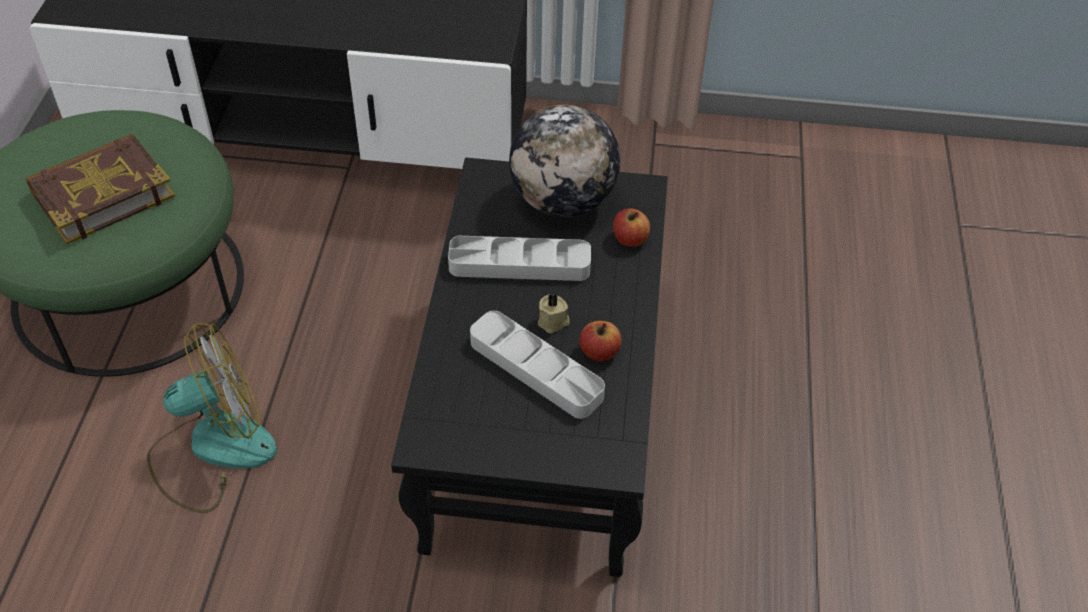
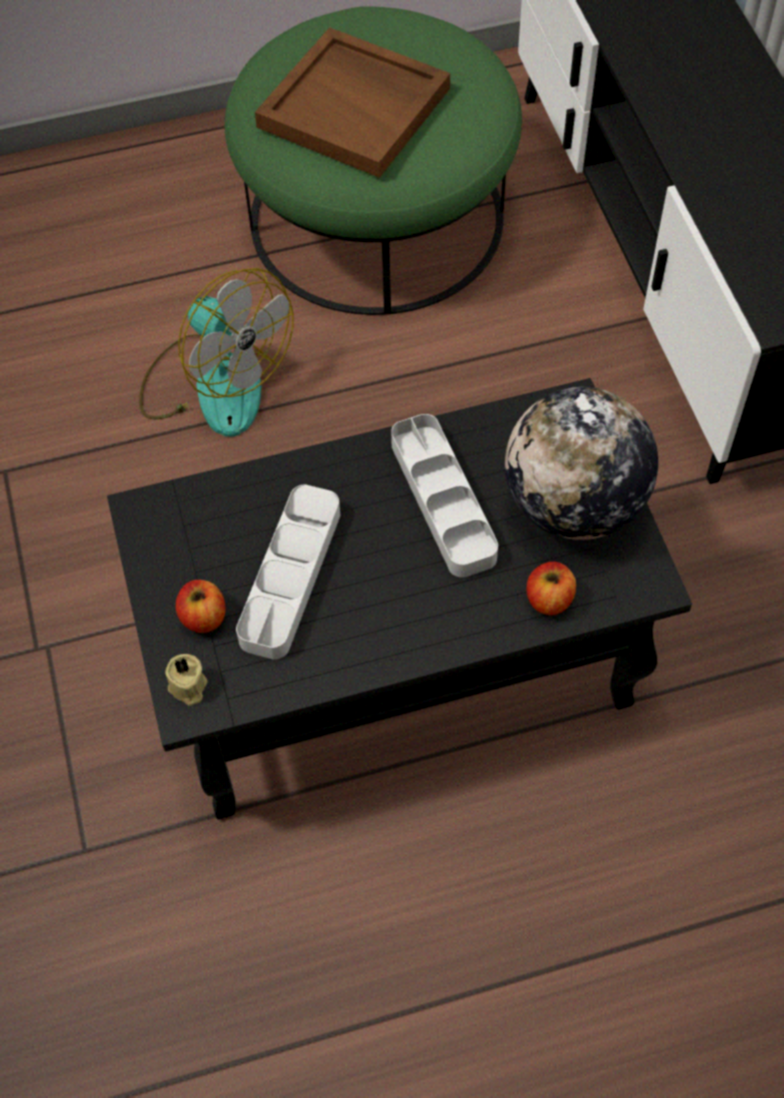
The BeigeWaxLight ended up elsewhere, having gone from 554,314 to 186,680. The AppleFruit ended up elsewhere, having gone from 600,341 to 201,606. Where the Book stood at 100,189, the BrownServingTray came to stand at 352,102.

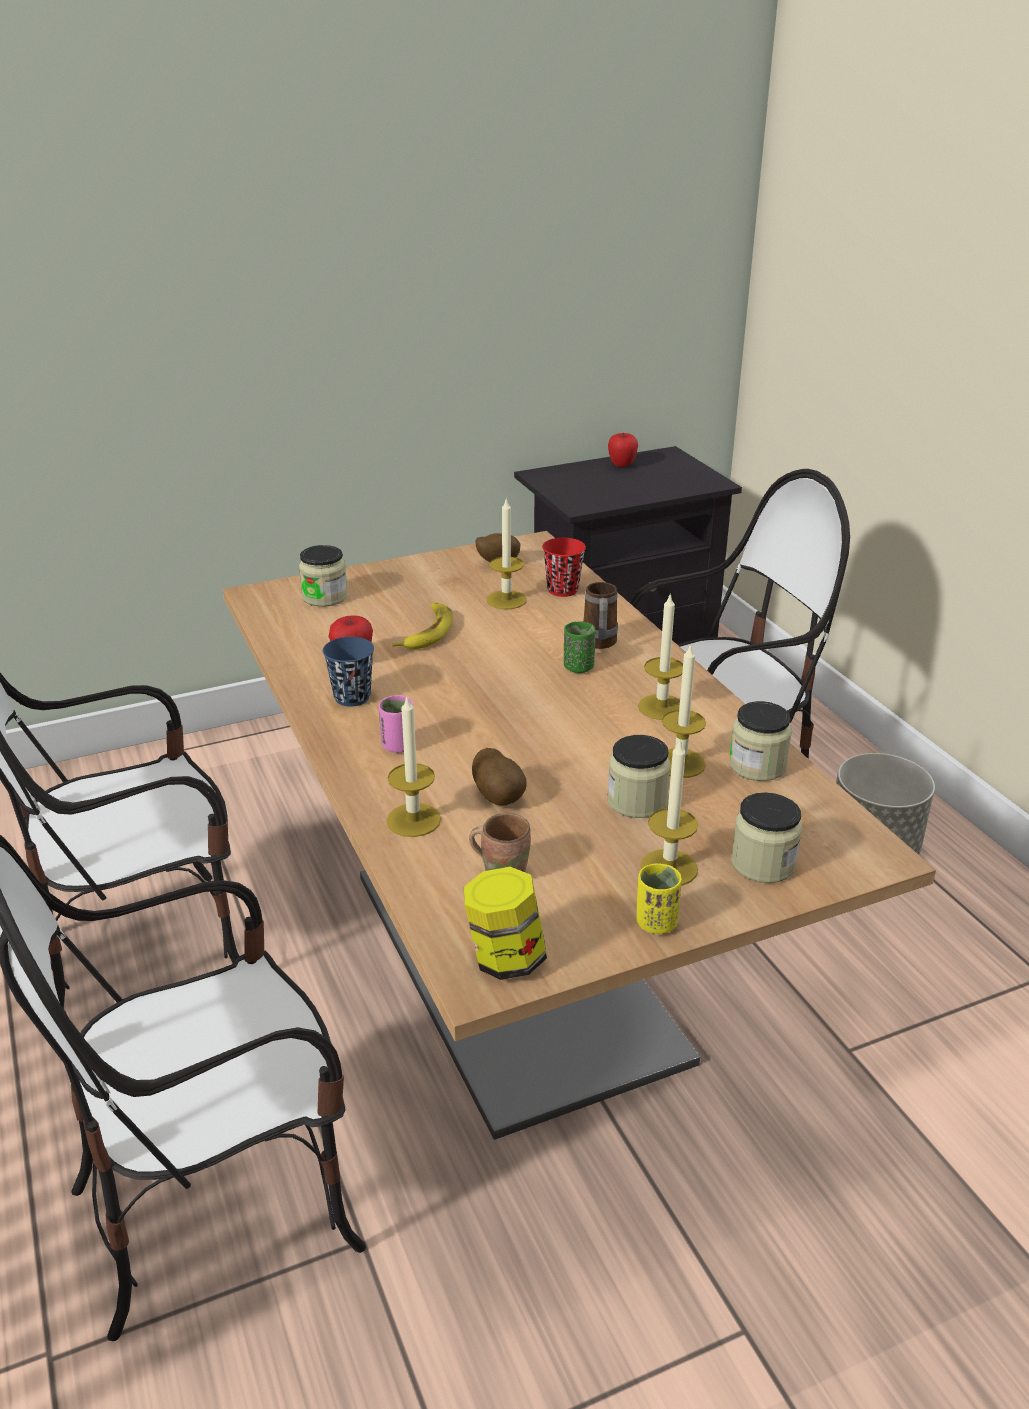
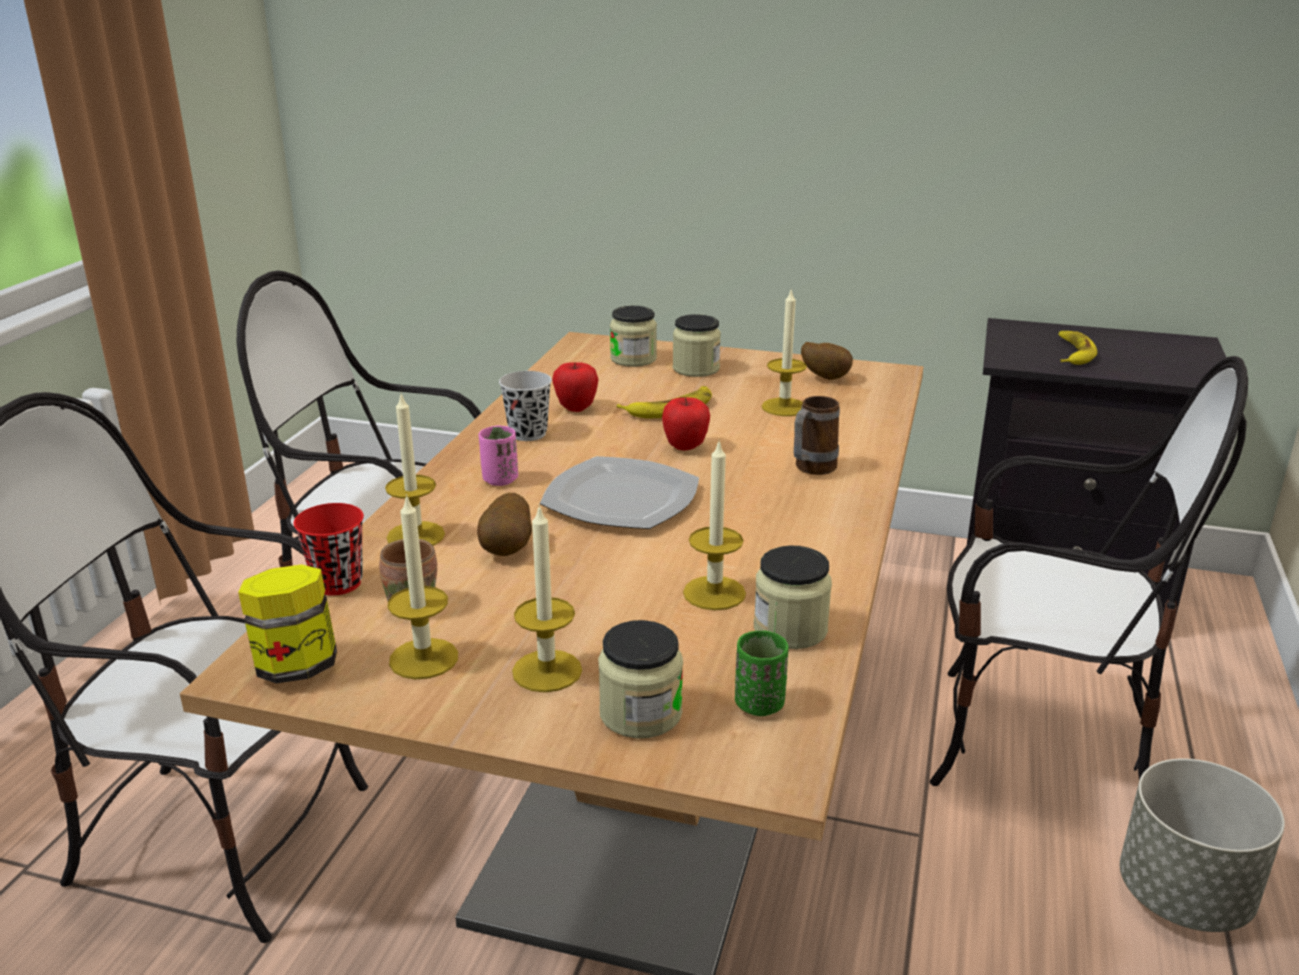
The second view lost the YellowCup at 659,898. The second view gained the FlatDish at 619,492. The second view gained the BananaFruit at 1077,348. The RedCup ended up elsewhere, having gone from 564,567 to 329,549. The GreenCup ended up elsewhere, having gone from 580,647 to 762,673. The Jar ended up elsewhere, having gone from 638,776 to 697,345. The AppleFruit ended up elsewhere, having gone from 623,450 to 686,423. The WaxLight ended up elsewhere, having gone from 660,656 to 423,586. What was the BluishCup at 348,672 turned into the BlackCup at 525,406.

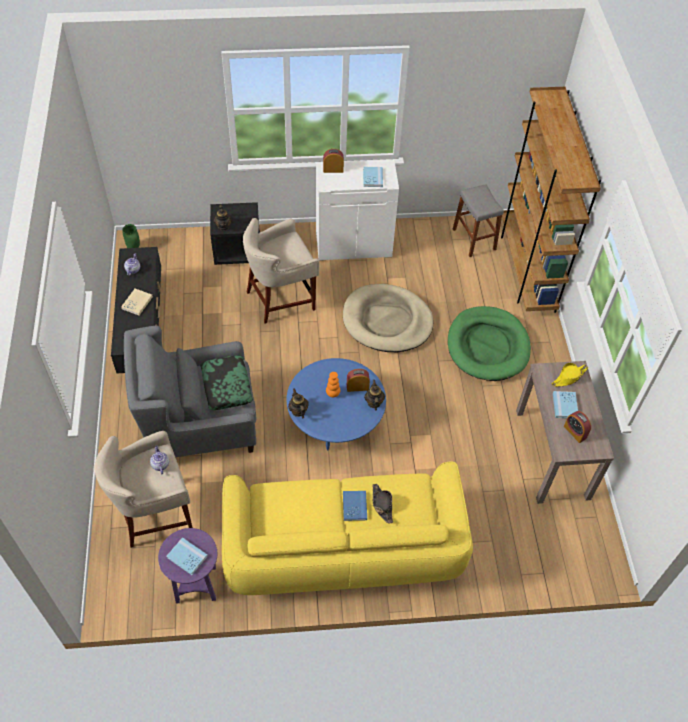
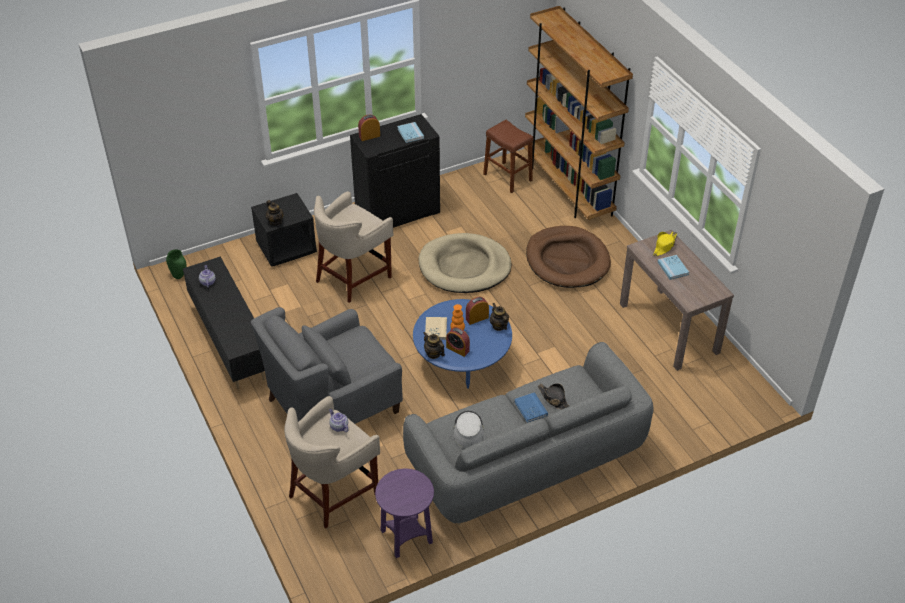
The second view lost the BluishBook at 187,556. The second view lost the ThrowPillow at 226,382. The second view gained the GreyishHat at 468,429. The BeigeBook ended up elsewhere, having gone from 137,302 to 436,328. The AlarmClock ended up elsewhere, having gone from 577,427 to 458,342. What was the YellowSettee at 347,528 turned into the GreyishSettee at 528,433. What was the WhitishCupboard at 357,210 turned into the BlackCupboard at 395,171. What was the GreenDogBed at 489,343 turned into the BrownDogBed at 568,257. What was the GreyishSittingStool at 478,220 turned into the BrownSittingStool at 508,156.

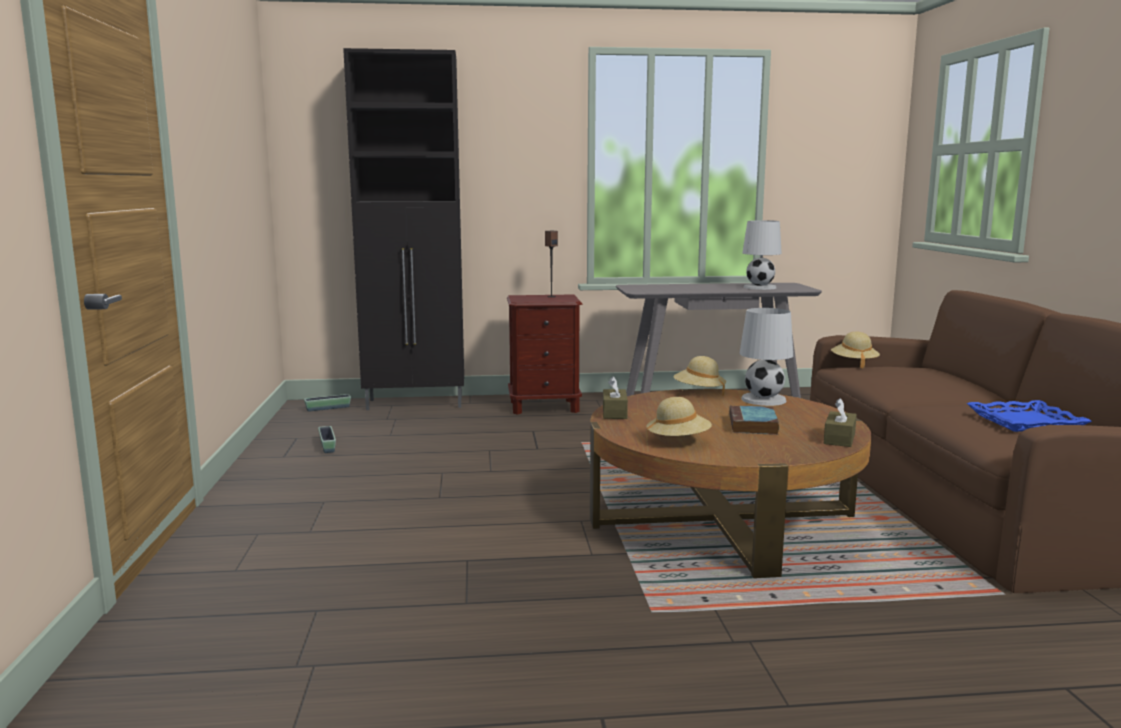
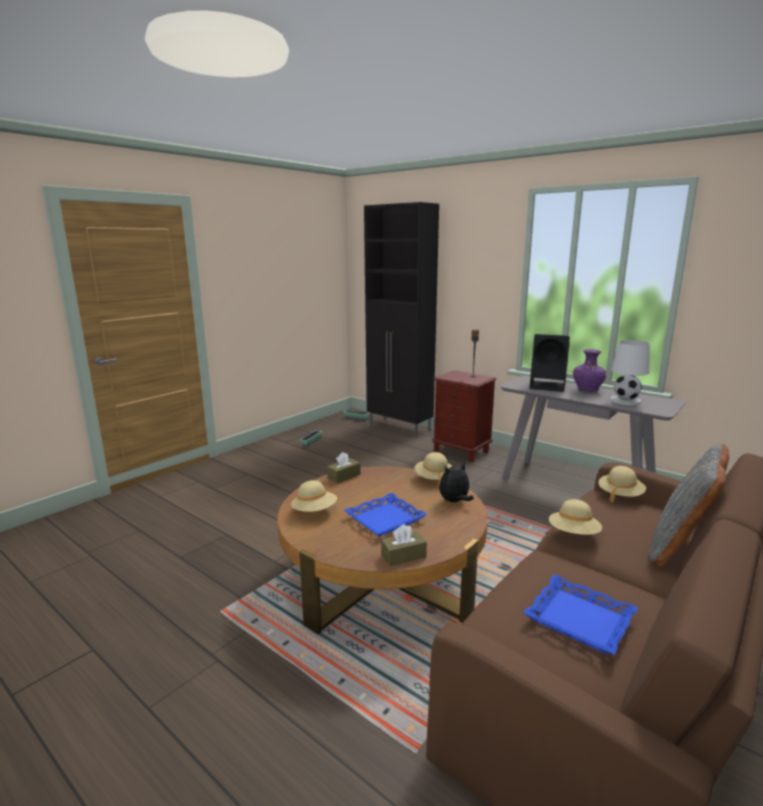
The second view gained the BlackSpeaker at 550,363. The second view gained the BeigeHat at 575,517. The second view gained the PurplishDecorativeVase at 590,370. The second view gained the GreyishThrowPillow at 688,505. Where the Book stood at 754,420, the BluishServingTray came to stand at 385,515. Where the WhitishTableLamp stood at 766,357, the CuddlyToy came to stand at 456,482.

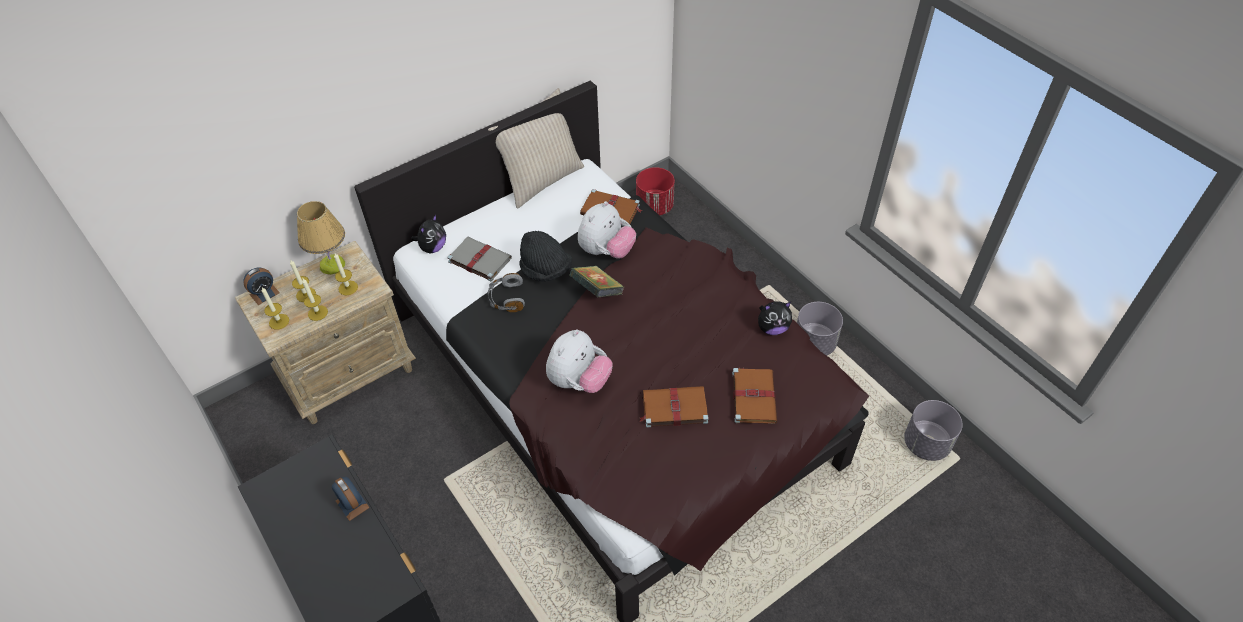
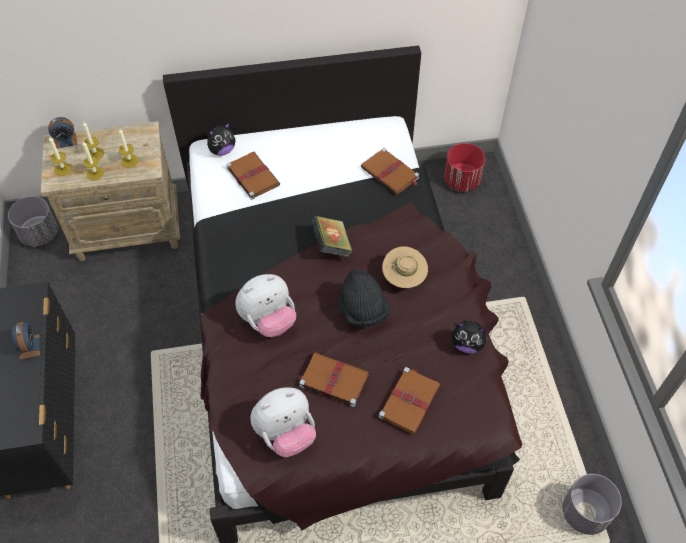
The second view lost the TableLamp at 321,238. The second view lost the BeigeThrowPillow at 536,148. The second view lost the GreyishHeadphones at 506,292. The second view gained the BeigeHat at 405,267. The BlackHat ended up elsewhere, having gone from 545,256 to 364,298. The CuddlyToy ended up elsewhere, having gone from 607,230 to 283,422. The GreyishPlanter ended up elsewhere, having gone from 820,329 to 33,221. What was the GreyishBook at 480,259 turned into the BrownBook at 253,176.

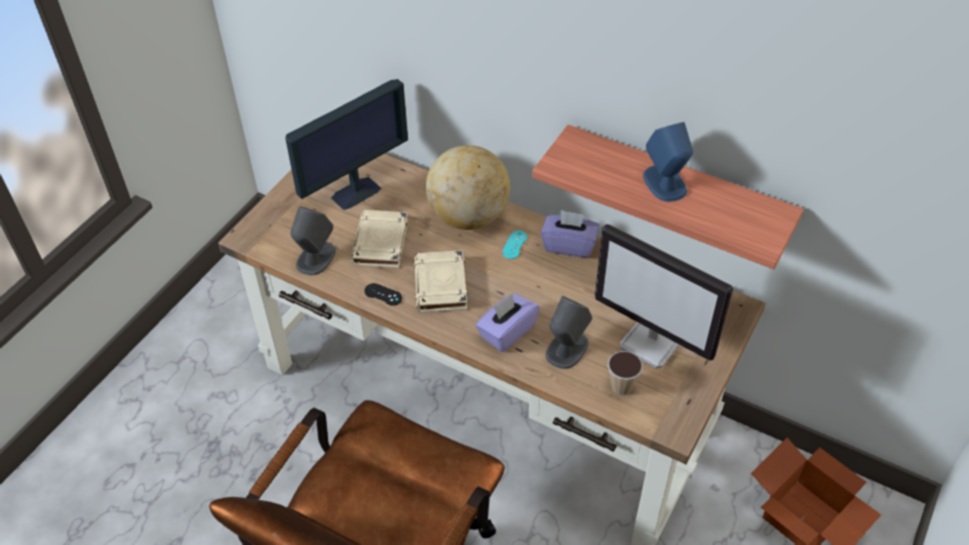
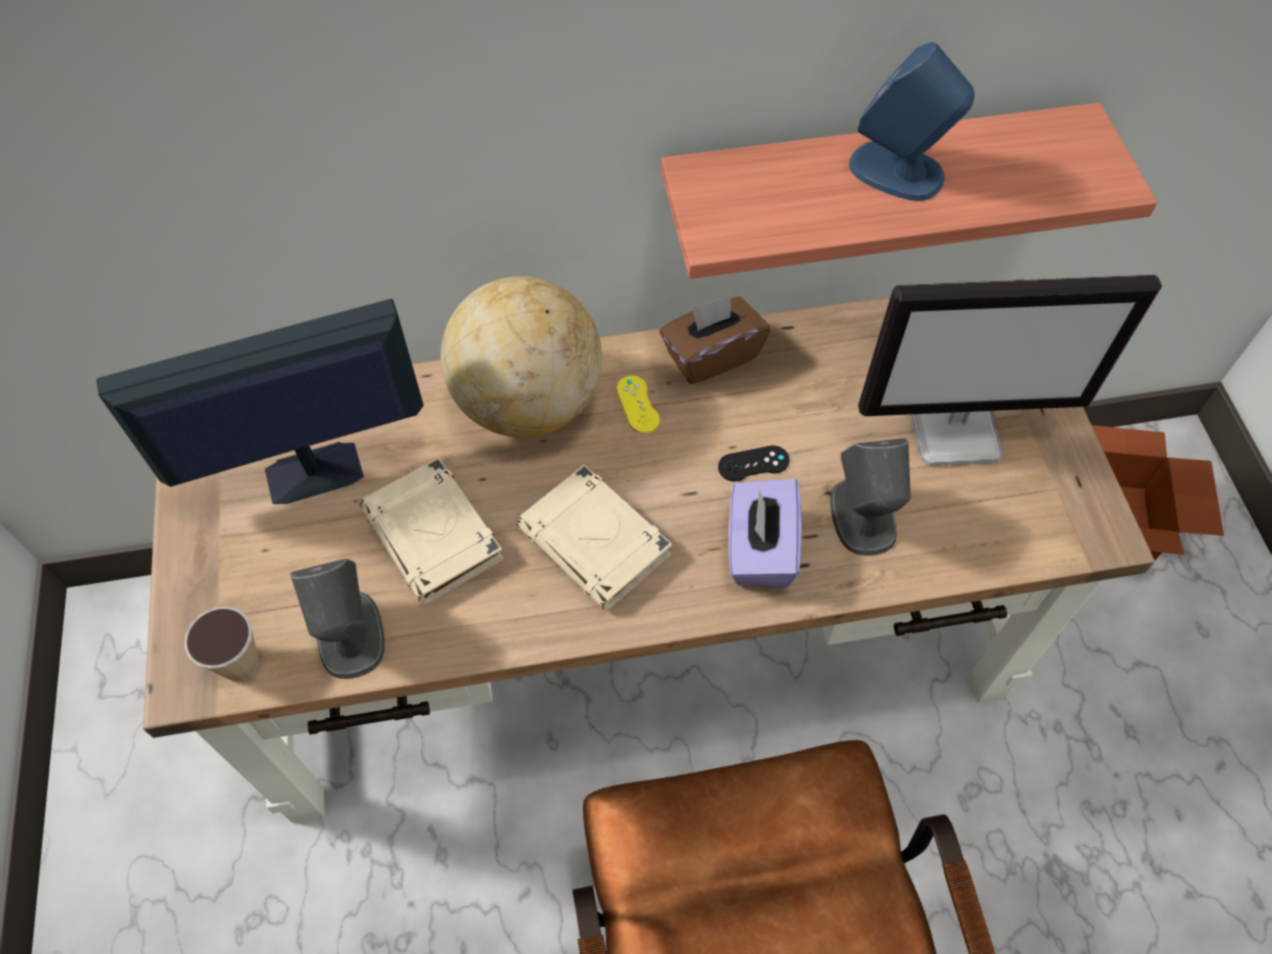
The BlackGameController ended up elsewhere, having gone from 383,294 to 754,463. The Cup ended up elsewhere, having gone from 625,373 to 222,643. What was the TurquoiseColouredGameController at 514,245 turned into the YellowGameController at 638,404. What was the PurplishTissueBox at 570,234 turned into the BrownTissueBox at 715,340. The ComputerDisplay at 346,144 ended up facing another way, 120 degrees counterclockwise from before.

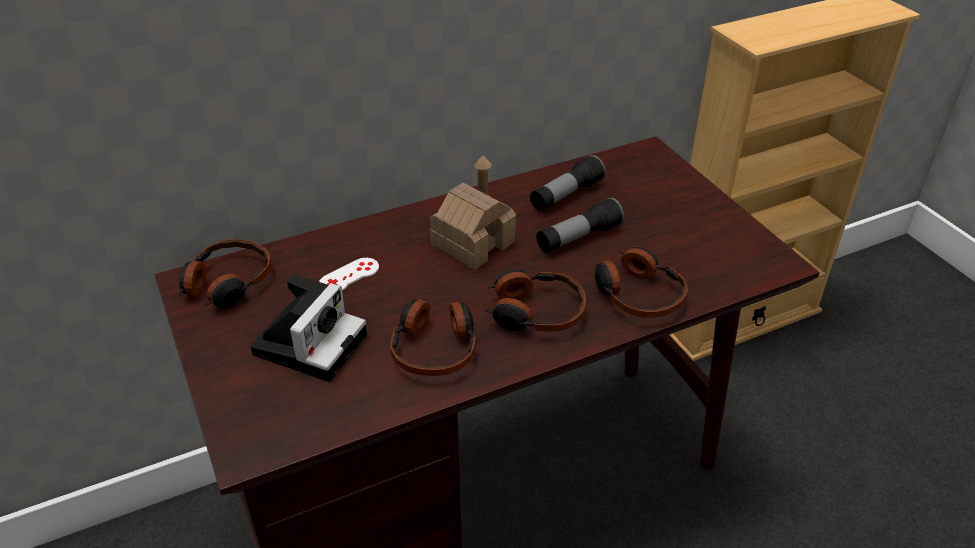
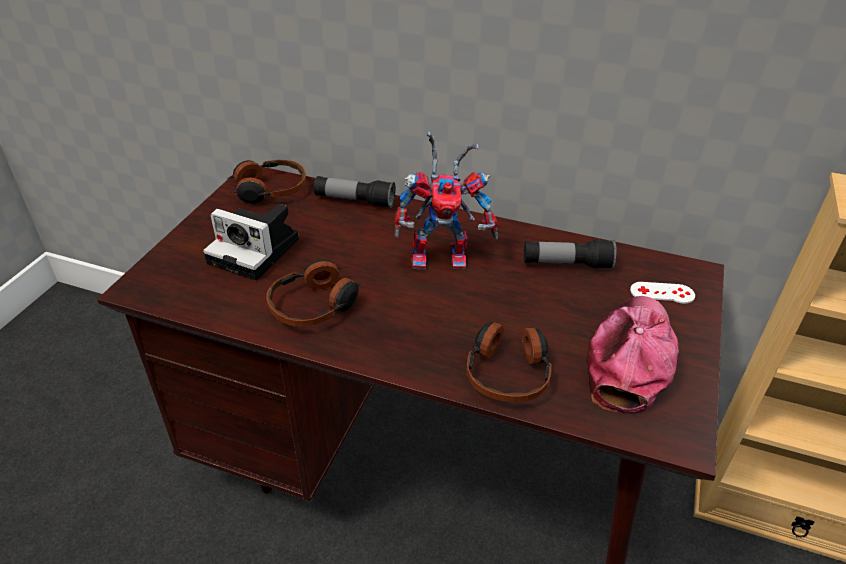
The second view lost the Headphones at 535,300. The second view gained the PeakedCap at 632,355. The WhitishGameController ended up elsewhere, having gone from 349,274 to 662,293. The Torch ended up elsewhere, having gone from 580,225 to 355,192. Where the ModelHouse stood at 473,213, the RobotFigure came to stand at 446,200. The PhotoCamera at 308,328 ended up facing another way, 45 degrees clockwise from before.

